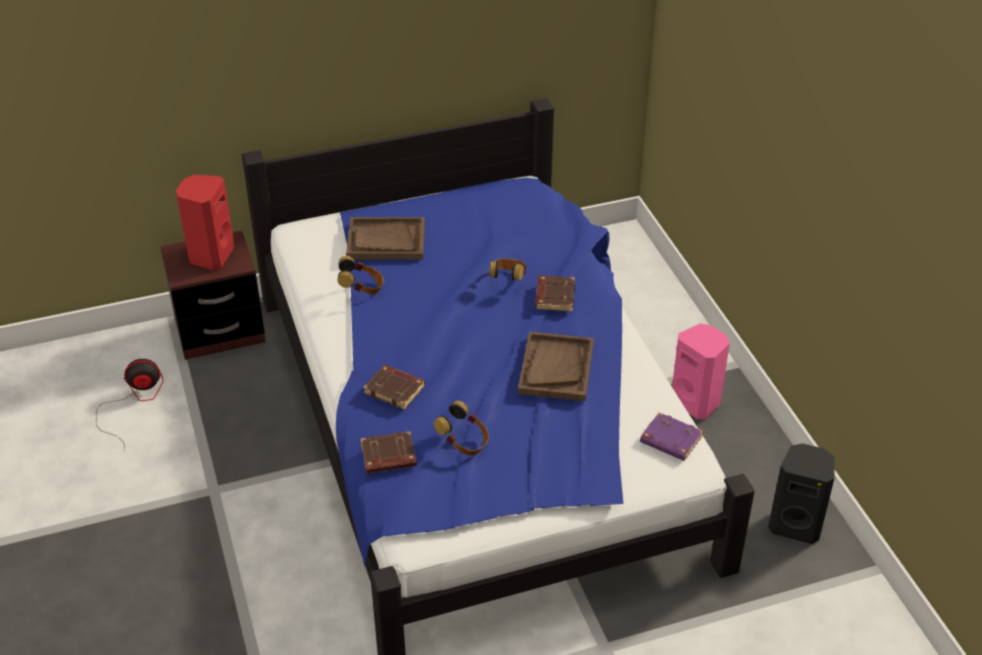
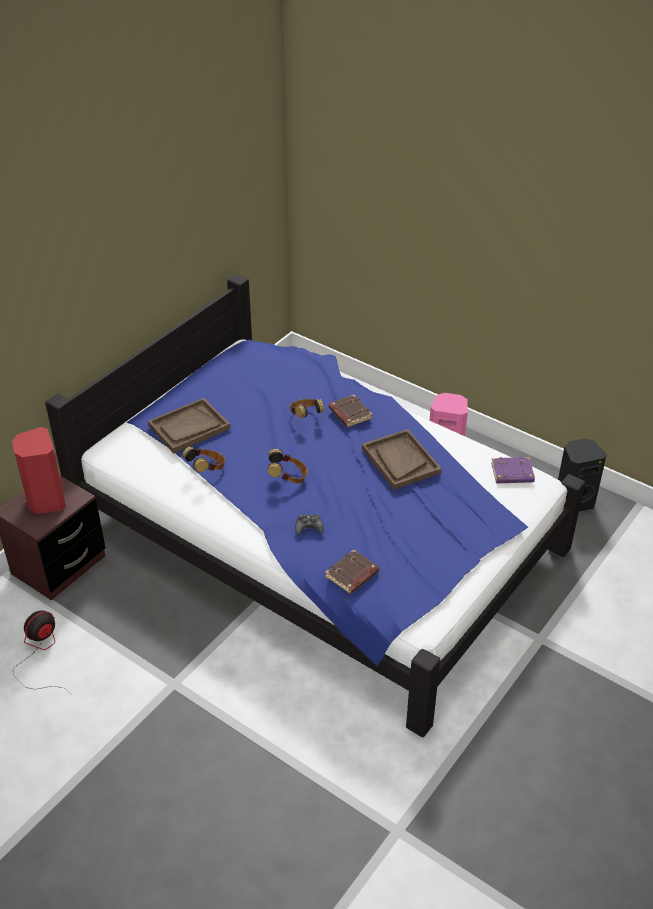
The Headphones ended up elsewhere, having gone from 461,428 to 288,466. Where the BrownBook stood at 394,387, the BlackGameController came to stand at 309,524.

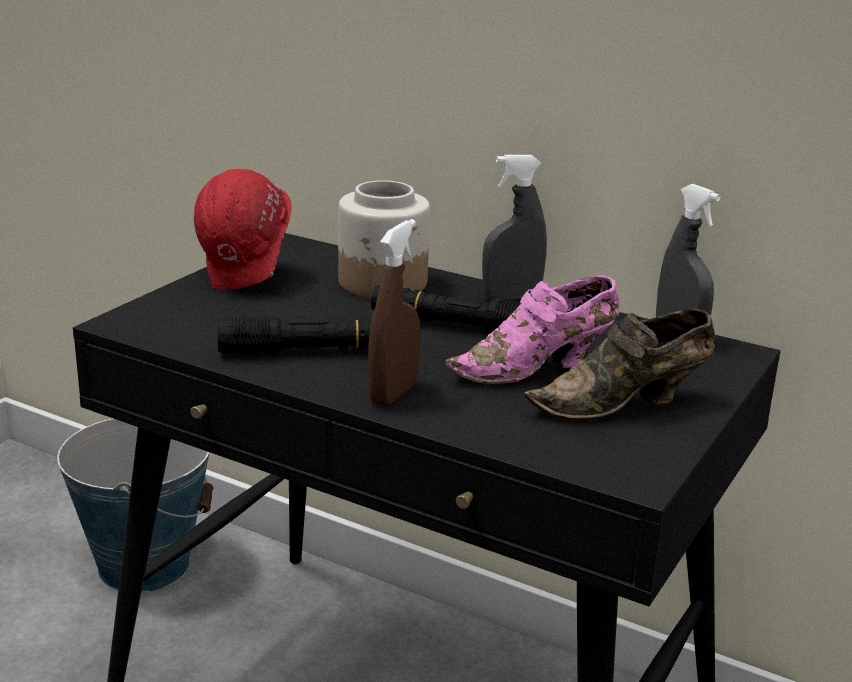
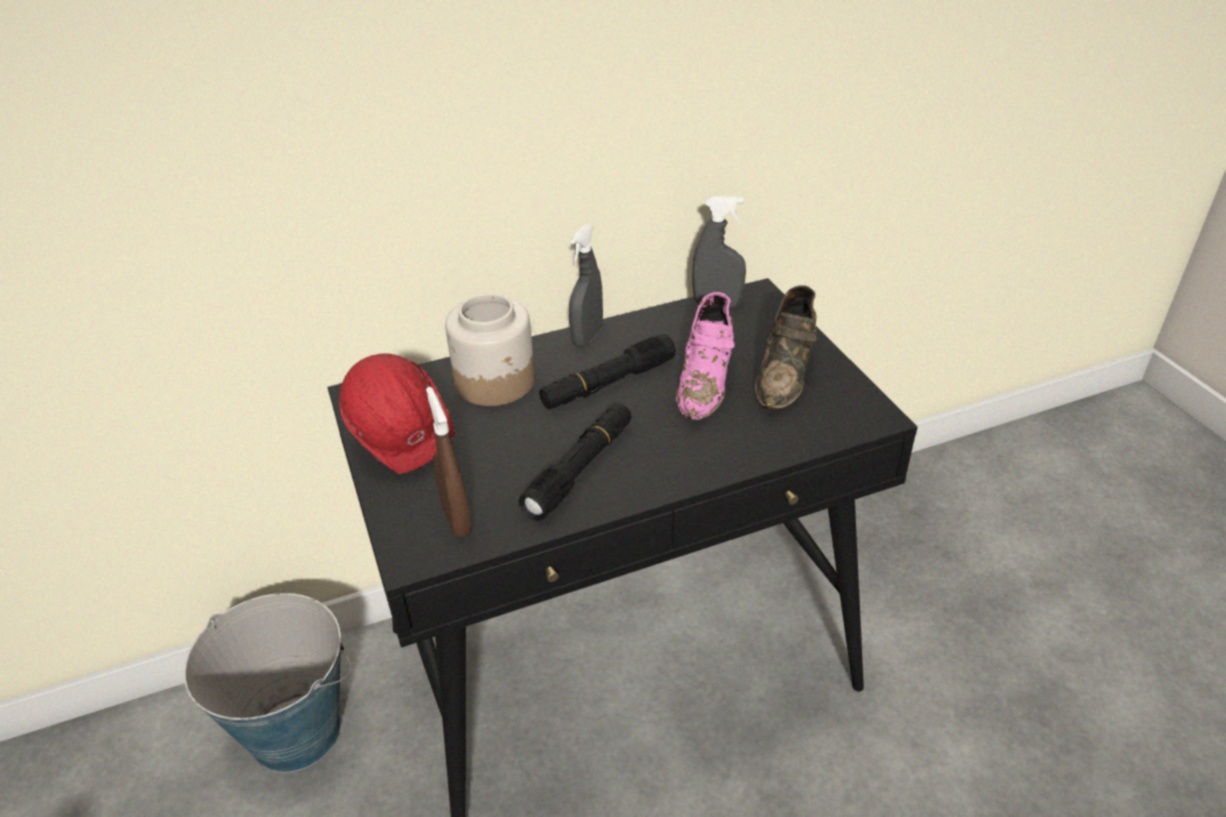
The BrownSprayBottle ended up elsewhere, having gone from 394,312 to 449,462.

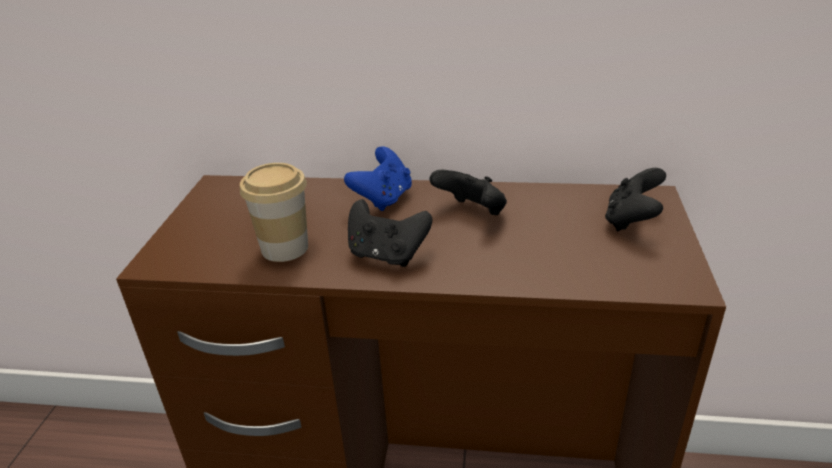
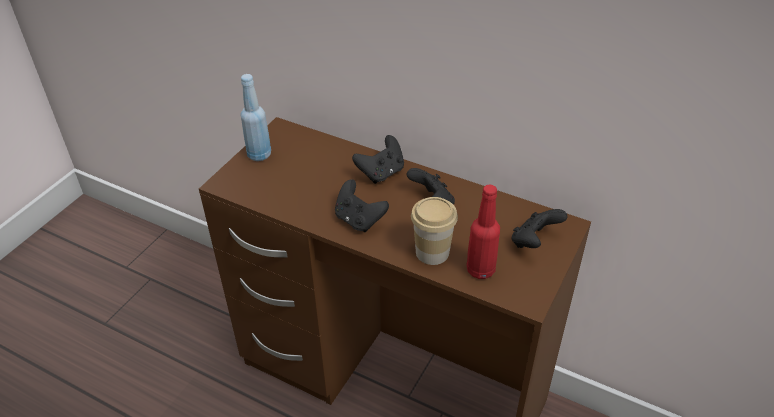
The second view gained the BluishDrinkBottle at 256,117. The second view gained the RedDrinkBottle at 483,231. The Cup ended up elsewhere, having gone from 274,212 to 434,231. What was the BluishGameController at 378,178 turned into the BlackGameController at 378,159.

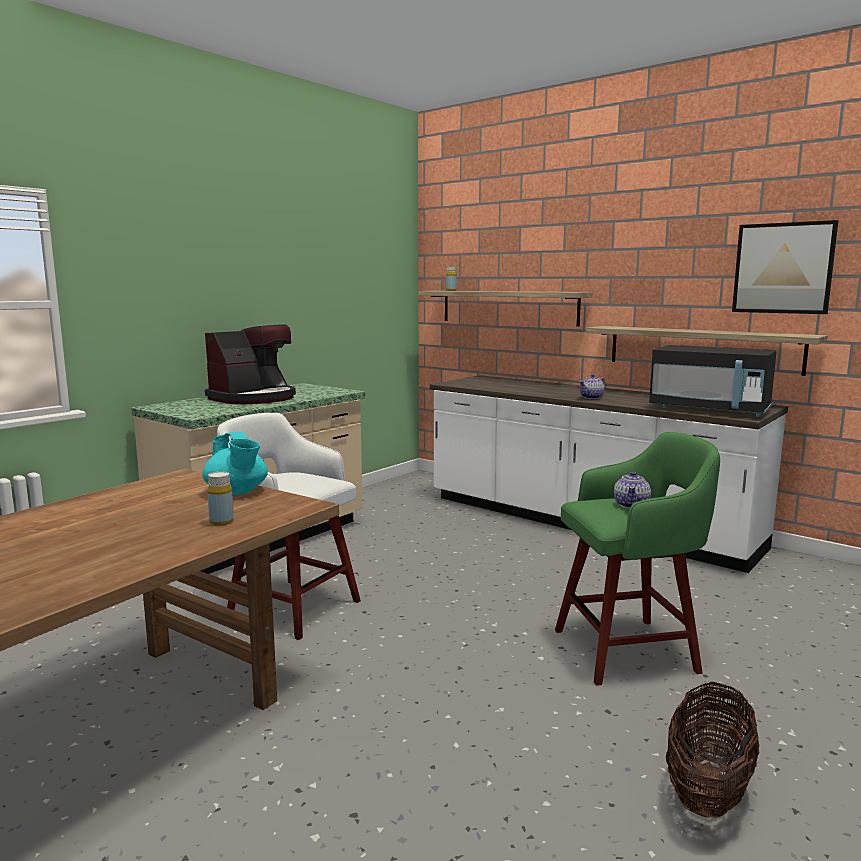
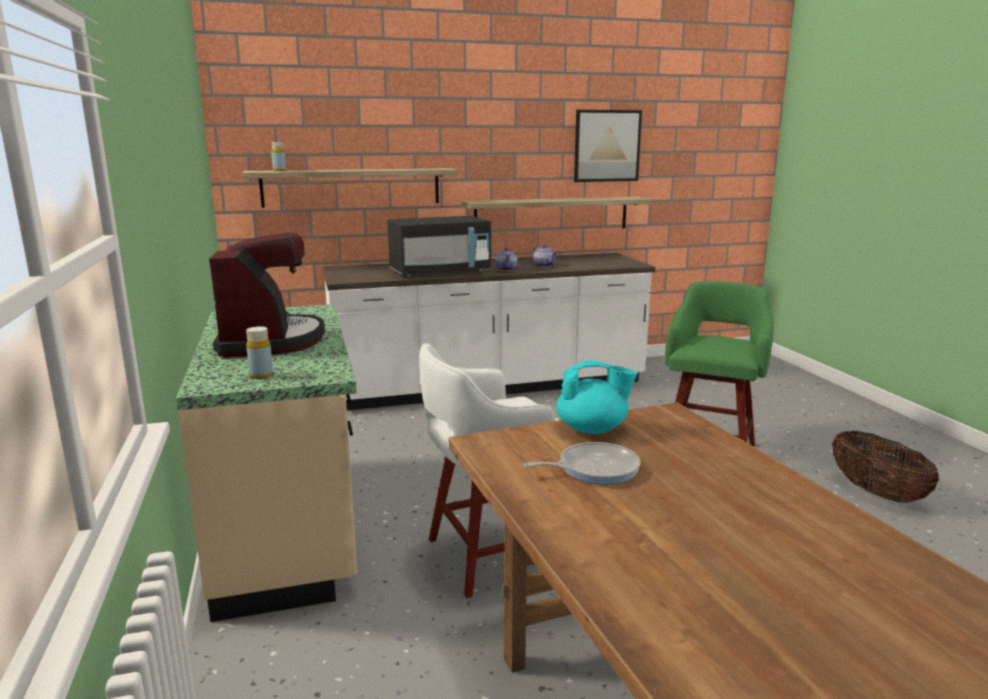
The second view gained the Pan at 581,463. The YellowDrinkBottle ended up elsewhere, having gone from 221,499 to 259,352. The PotForTea ended up elsewhere, having gone from 632,490 to 544,256. The BlackMicrowaveOven ended up elsewhere, having gone from 712,381 to 439,246.

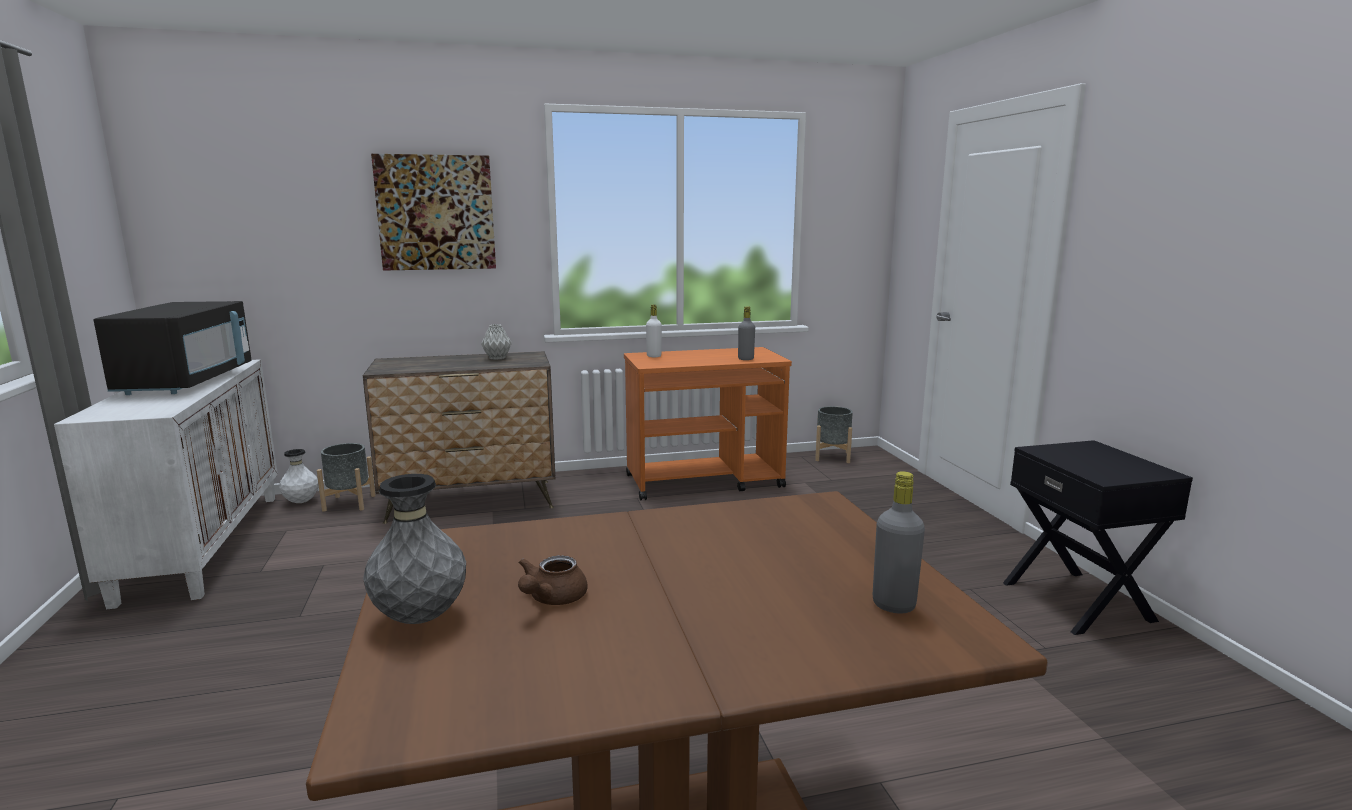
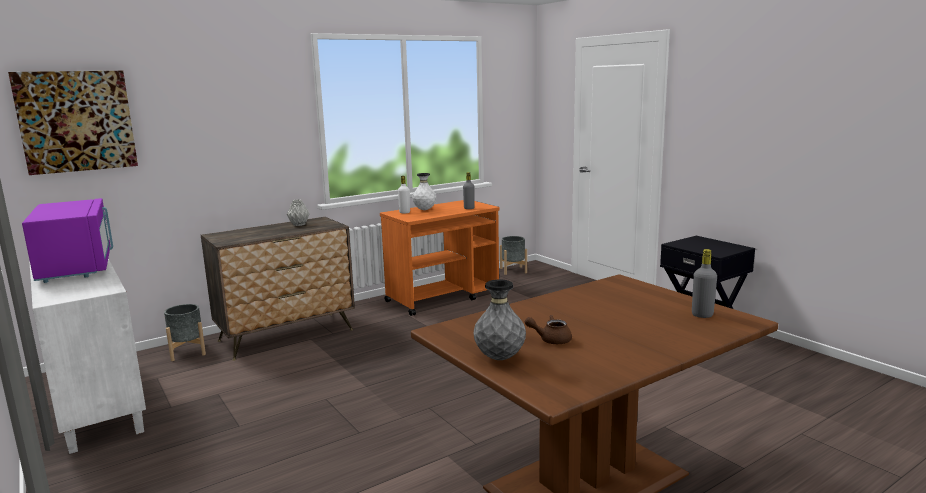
The WhitishDecorativeVase ended up elsewhere, having gone from 299,476 to 424,191. The Picture ended up elsewhere, having gone from 433,212 to 73,123. What was the BlackMicrowaveOven at 173,348 turned into the PurplishMicrowaveOven at 67,240. The BrownPotForTea at 553,580 ended up facing another way, 90 degrees clockwise from before.

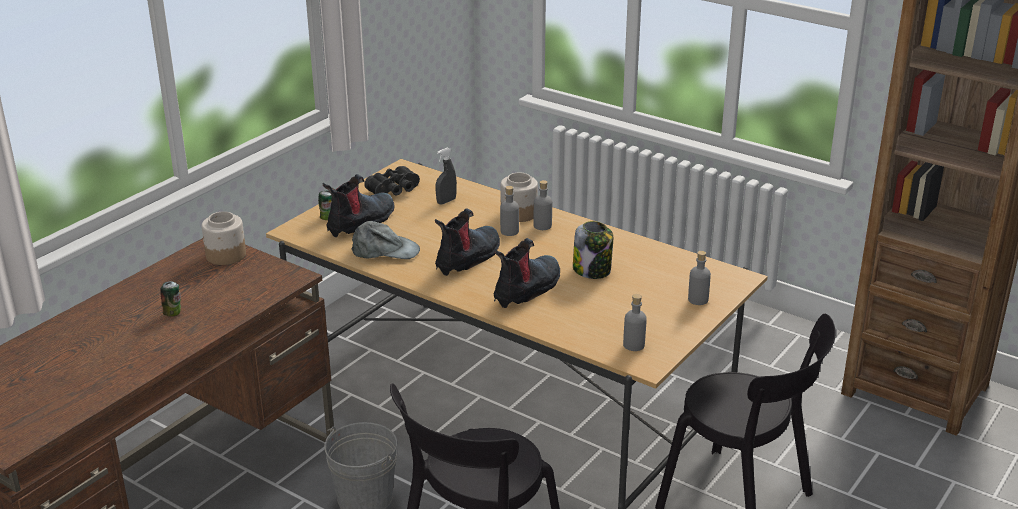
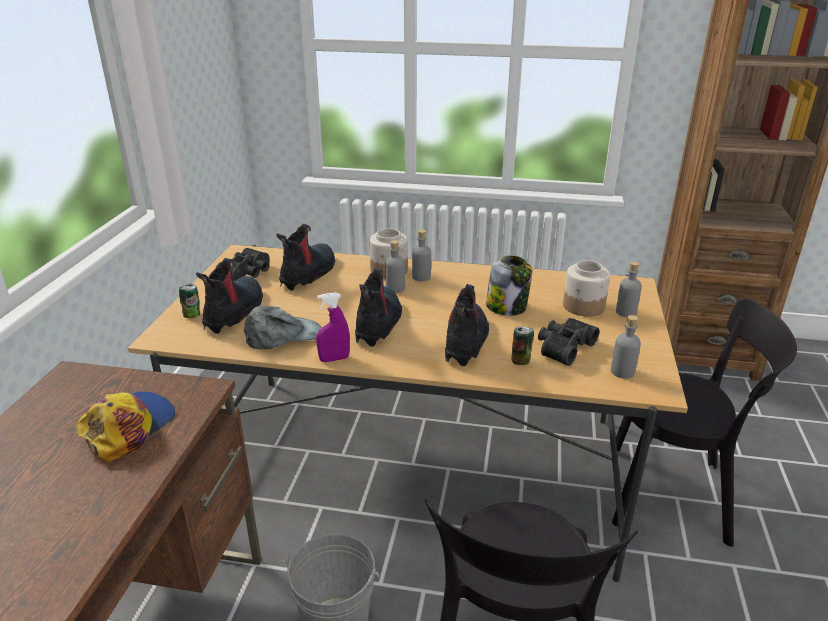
The second view gained the PeakedCap at 126,426. The second view gained the PurplishSprayBottle at 333,327. The second view gained the BlackPairOfBinoculars at 568,342. The SealedCan ended up elsewhere, having gone from 170,299 to 522,345. The Jar ended up elsewhere, having gone from 224,238 to 586,288. Where the GreyishSprayBottle stood at 446,176, the TallBoot came to stand at 305,257.

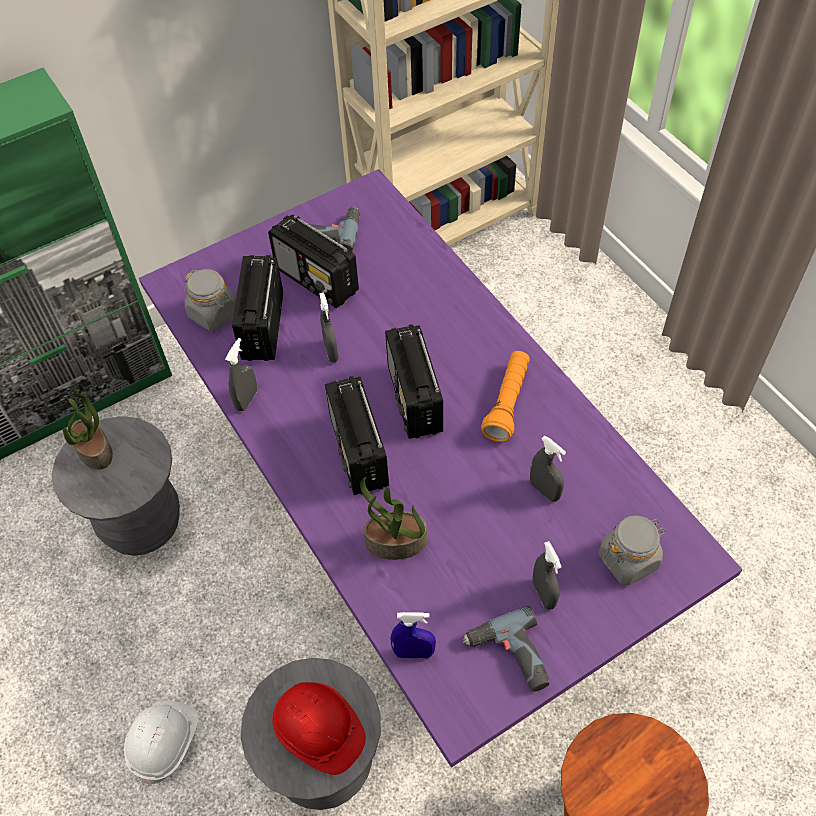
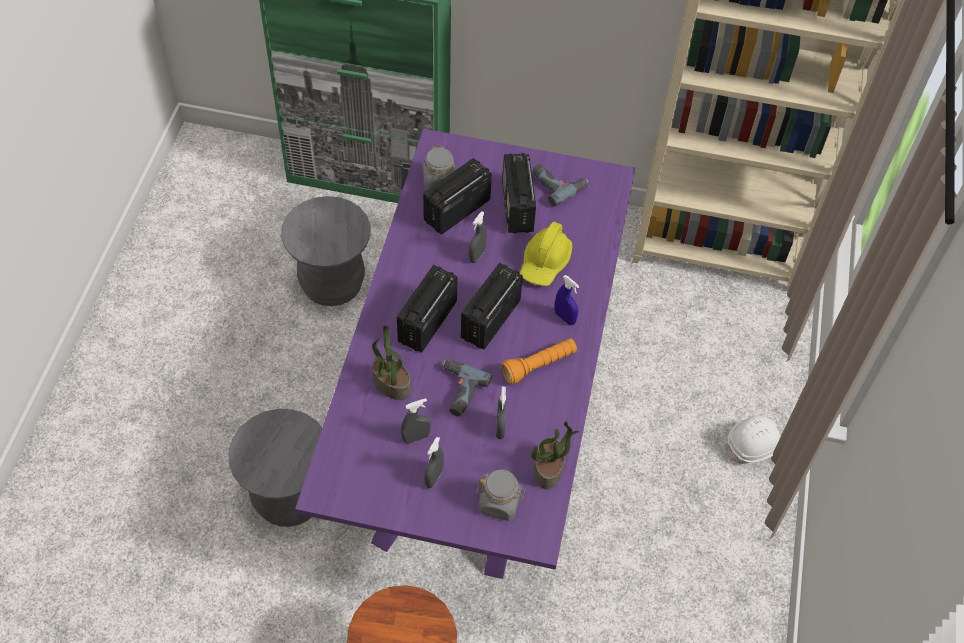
The second view lost the RedHardHat at 319,728. The second view gained the YellowHardHat at 546,254. The PlantInAPot ended up elsewhere, having gone from 88,428 to 555,455. The WhitishHardHat ended up elsewhere, having gone from 161,743 to 754,439. The GreyishSprayBottle ended up elsewhere, having gone from 241,374 to 416,421. The BluishSprayBottle ended up elsewhere, having gone from 413,635 to 567,300. The ElectricDrill ended up elsewhere, having gone from 506,649 to 467,388.

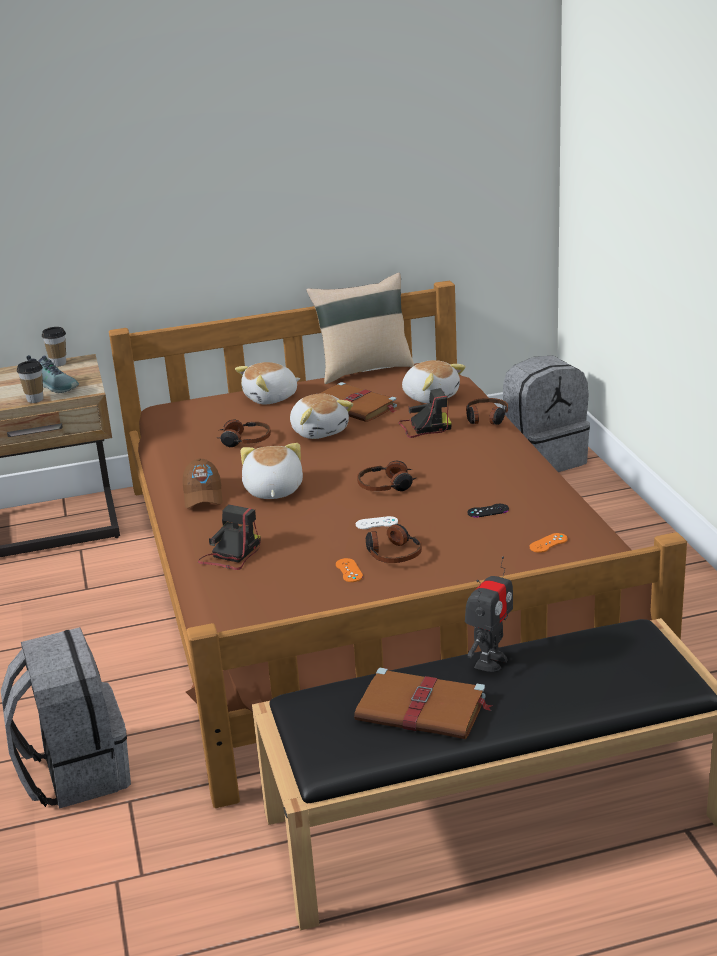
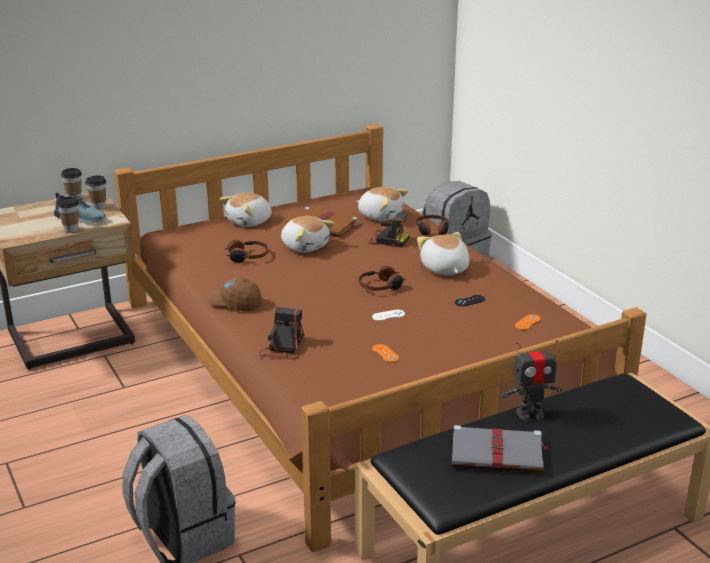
The second view lost the BeigeThrowPillow at 360,328. The second view lost the Headphones at 394,543. The second view gained the Cup at 96,192. The CuddlyToy ended up elsewhere, having gone from 272,471 to 443,253. What was the BrownBook at 423,703 turned into the GreyishBook at 500,449. The BrownPeakedCap at 202,483 ended up facing another way, 135 degrees clockwise from before. The PhotoCamera at 425,413 ended up facing another way, 45 degrees clockwise from before. The RobotFigure at 489,614 ended up facing another way, 60 degrees clockwise from before.

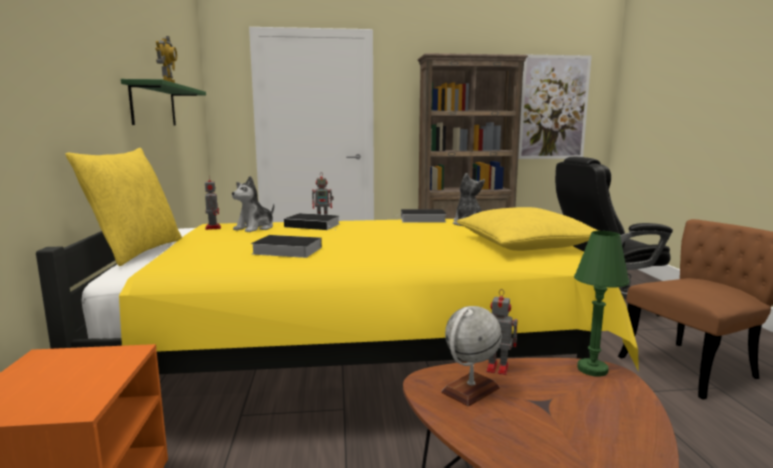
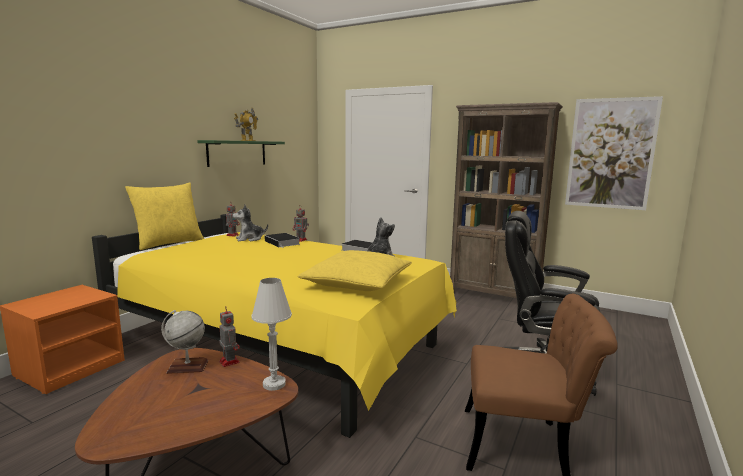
The second view lost the Book at 286,246. What was the GreenTableLamp at 601,304 turned into the WhitishTableLamp at 271,334.

